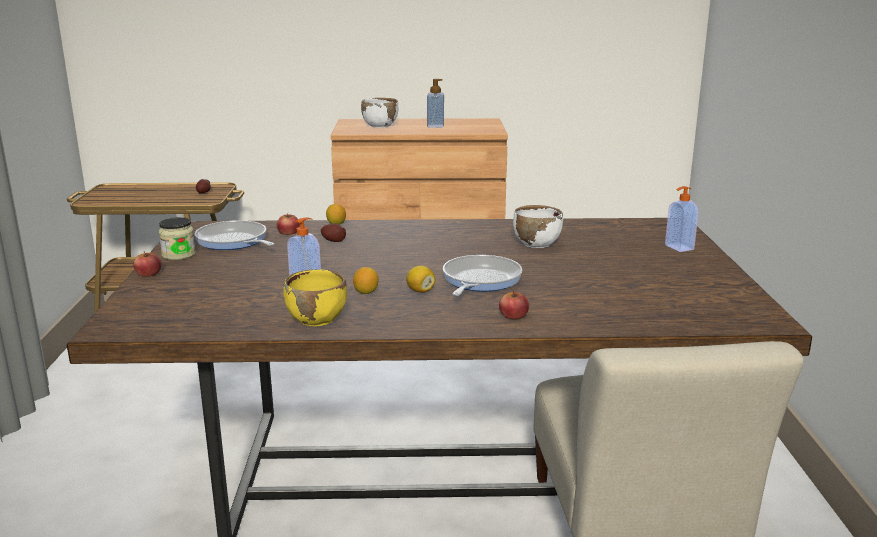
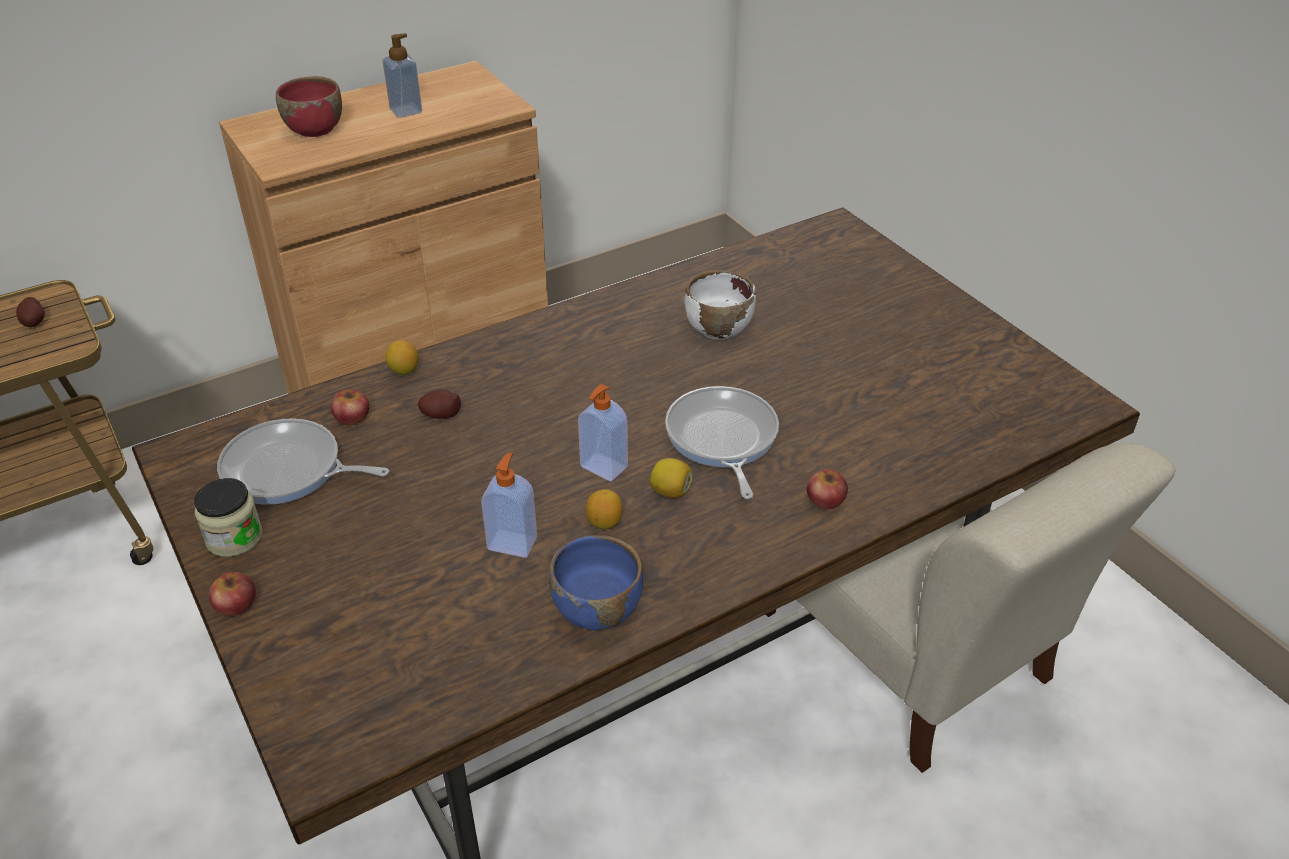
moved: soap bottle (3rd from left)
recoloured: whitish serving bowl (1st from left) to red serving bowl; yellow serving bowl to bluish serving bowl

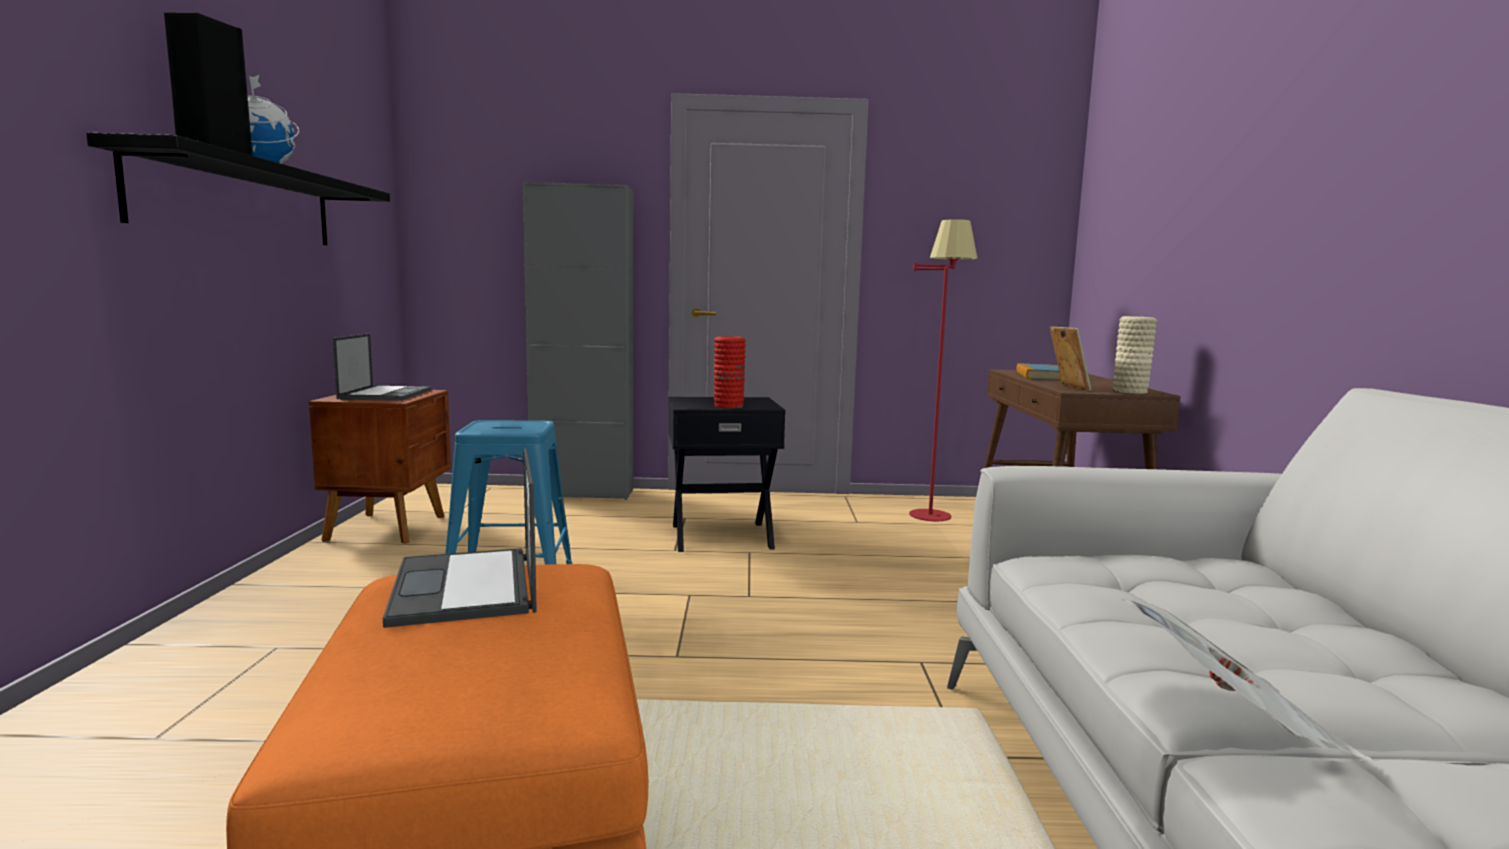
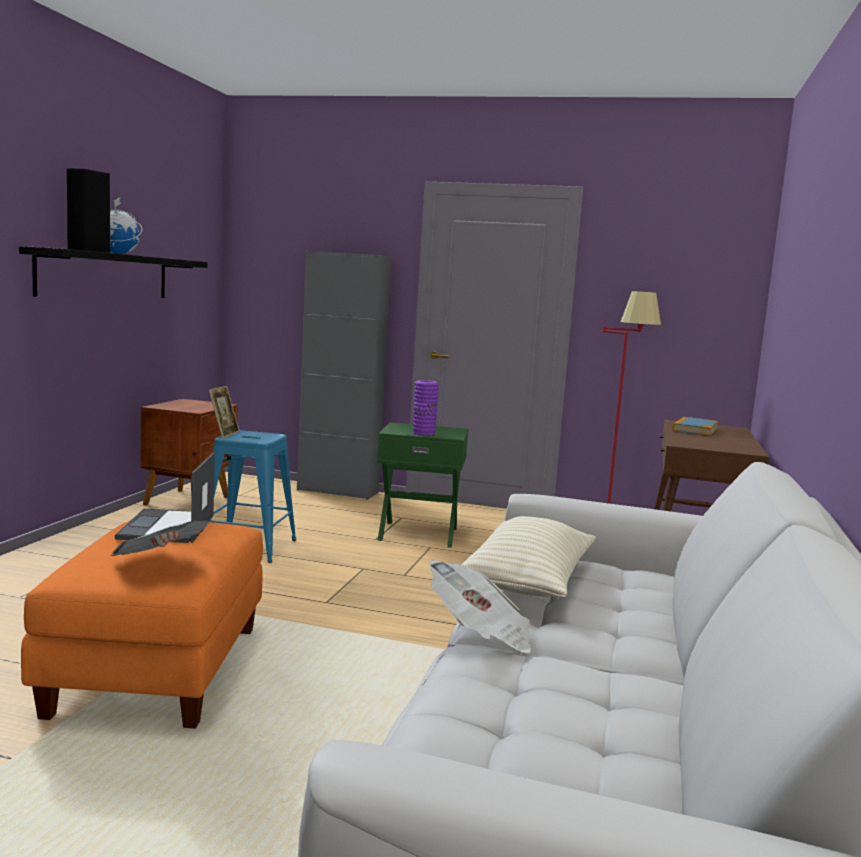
removed: beige-coloured decorative vase; notebook computer (1st from left)
added: beige-coloured pillow; printed paper (1st from left)
moved: photo frame
recoloured: red decorative vase to purple-coloured decorative vase; black accent table to green accent table

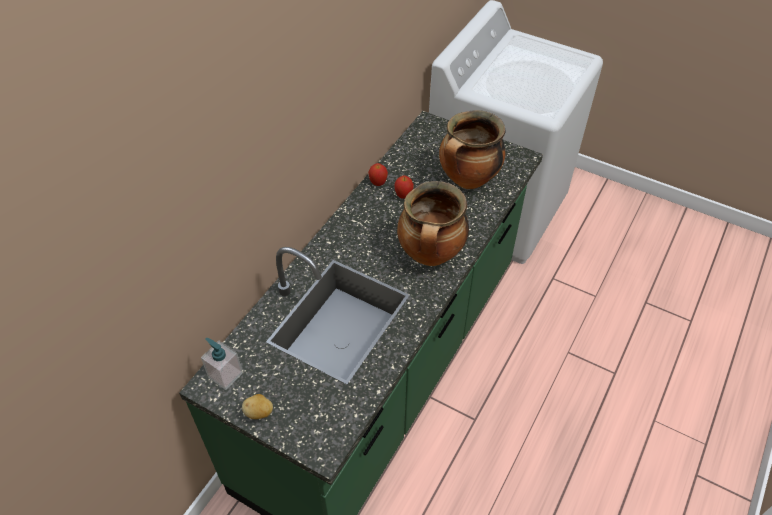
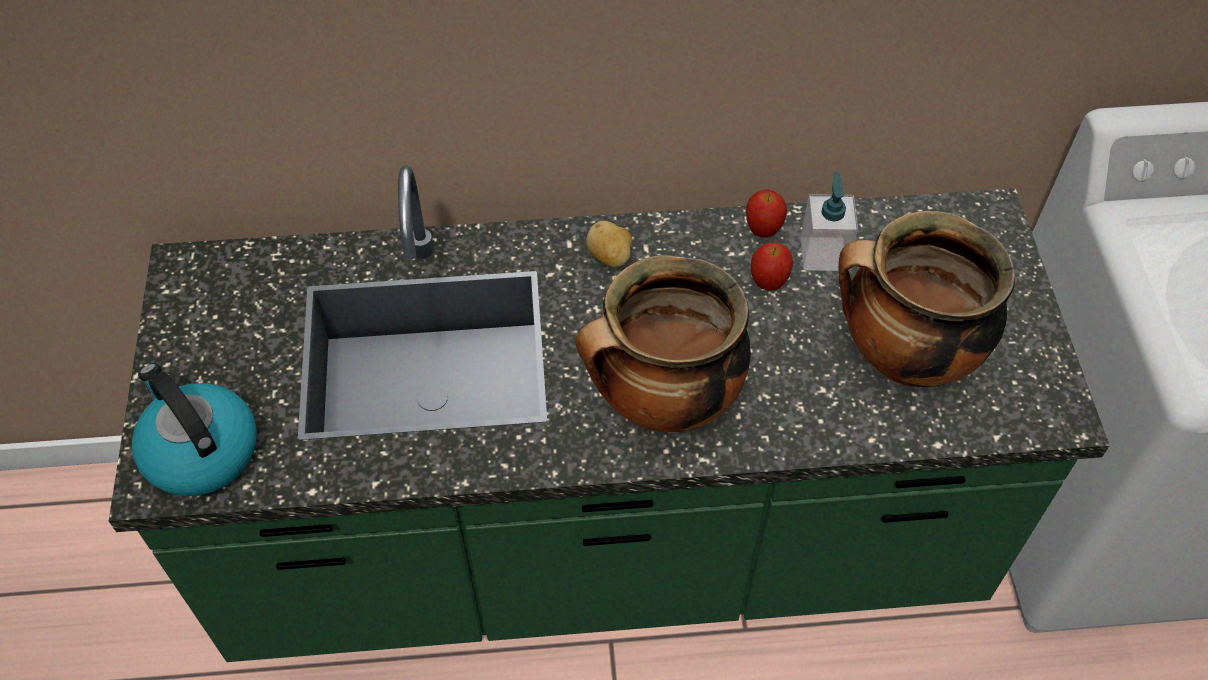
added: tea kettle
moved: soap bottle; spud

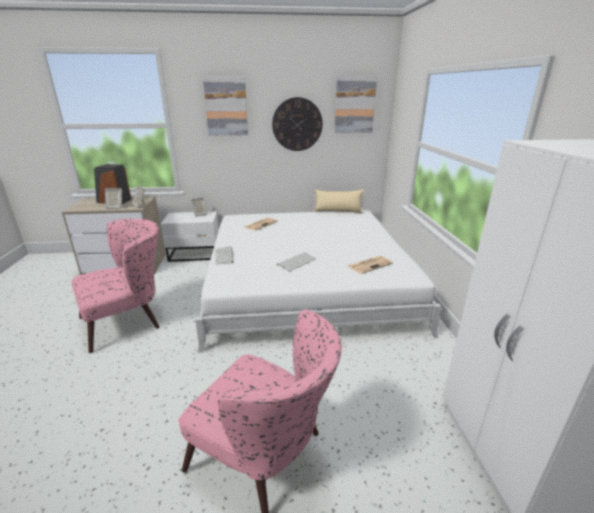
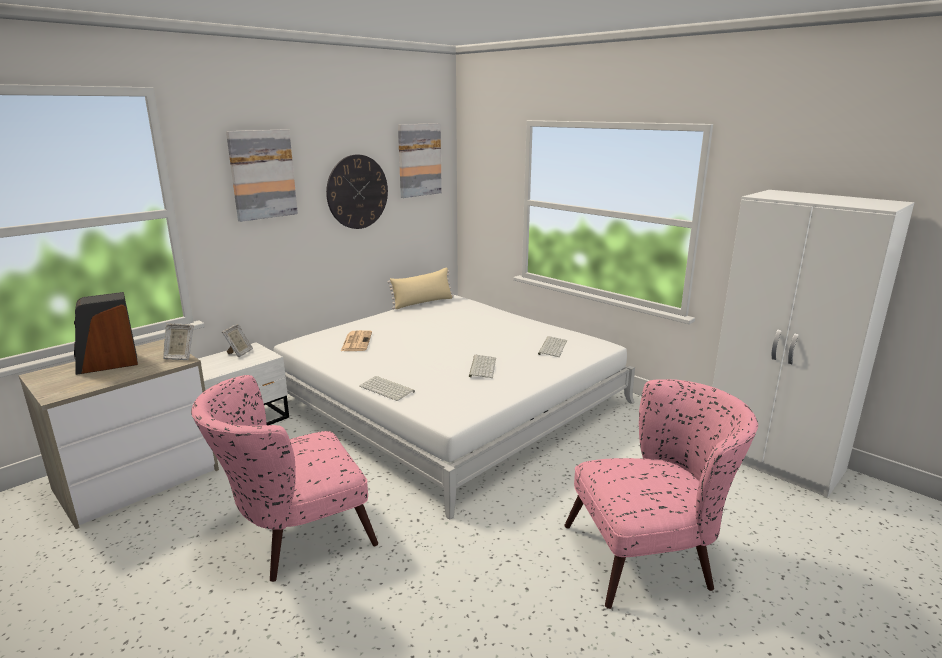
removed: photo frame (1st from left)
replaced: printed paper (2nd from left) to PC keyboard (3rd from left)
turned: pink-coloured easy chair (1st from left) 135 degrees counterclockwise

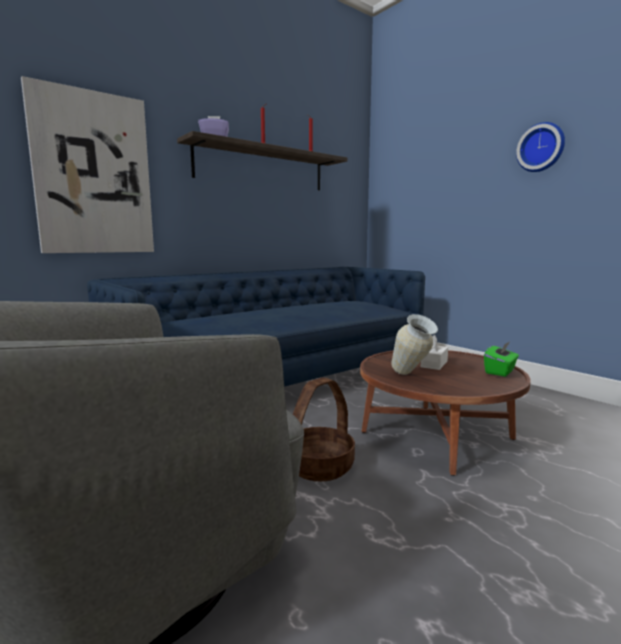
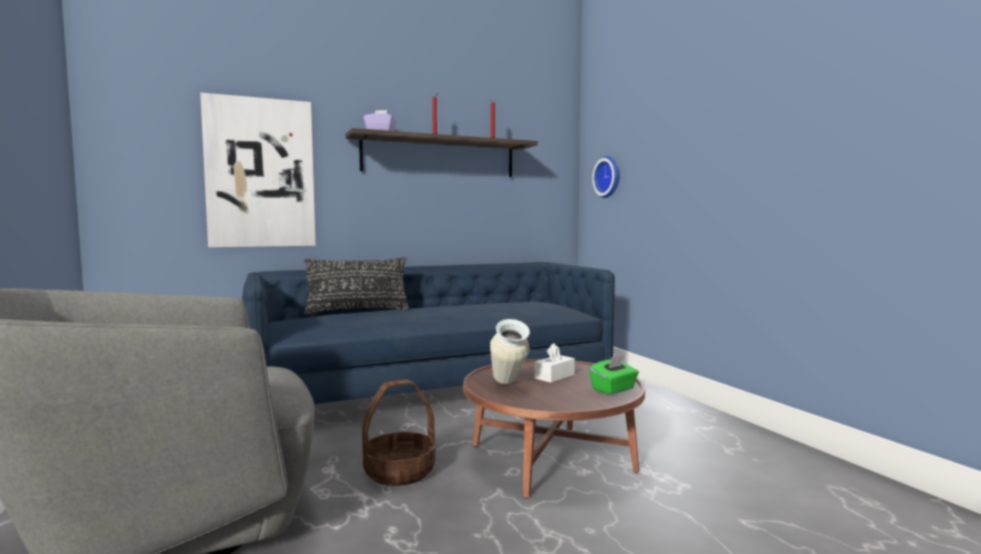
added: black pillow
moved: clock on the wall

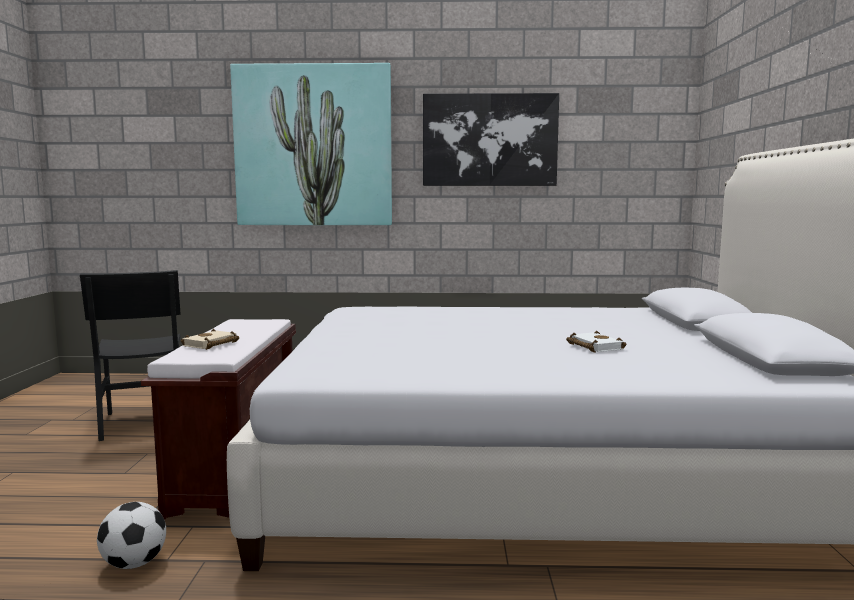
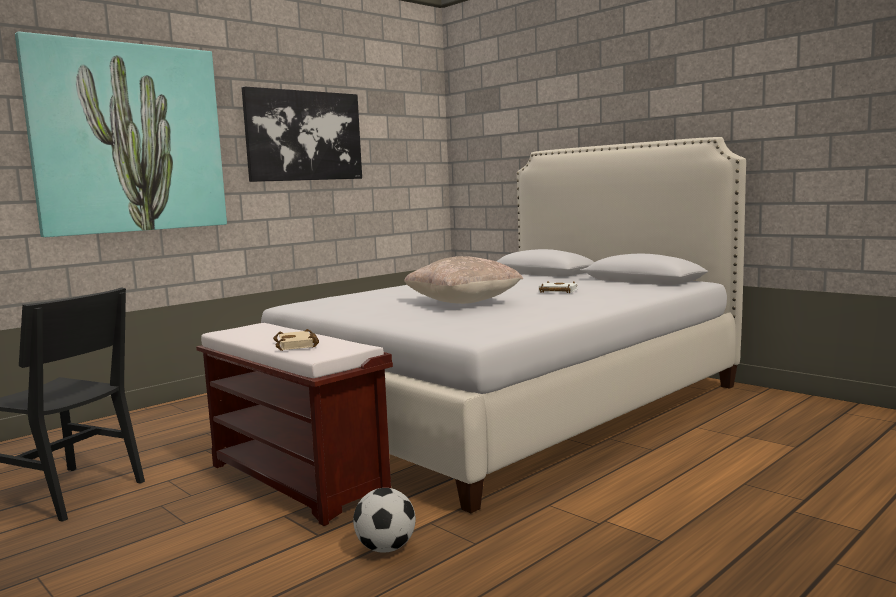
added: beige-coloured pillow

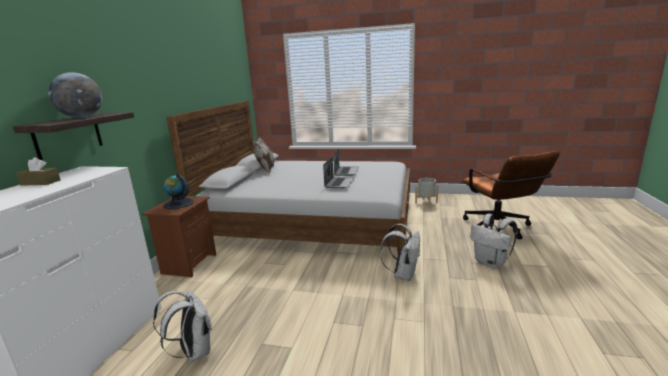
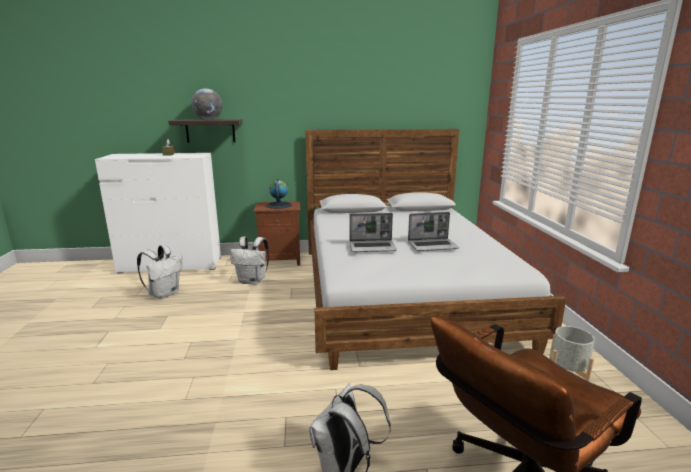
removed: pillow
moved: whitish knapsack (2nd from left)

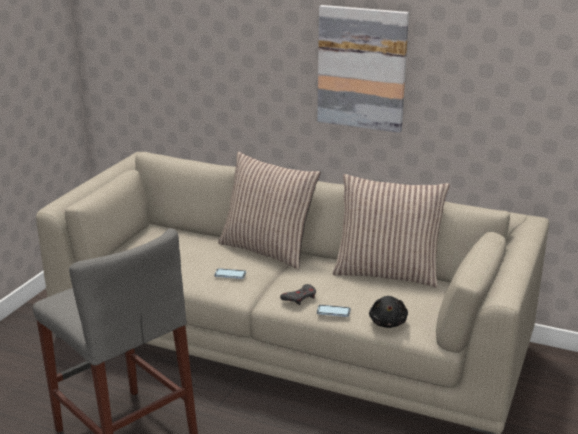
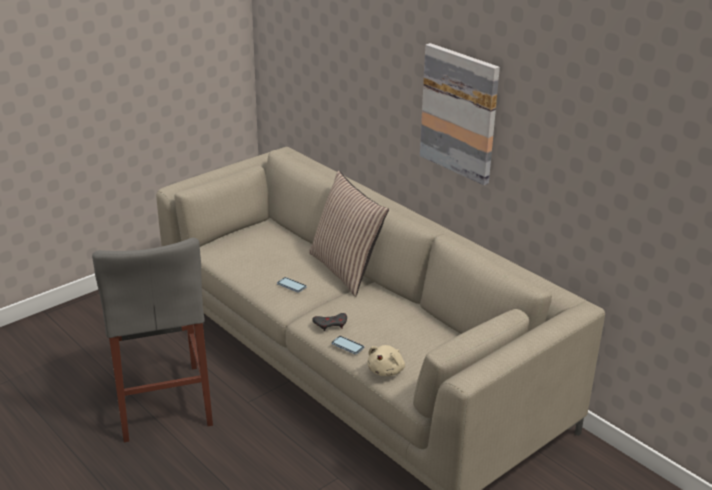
removed: pillow (2nd from left)
recoloured: black soft toy to beige-coloured soft toy

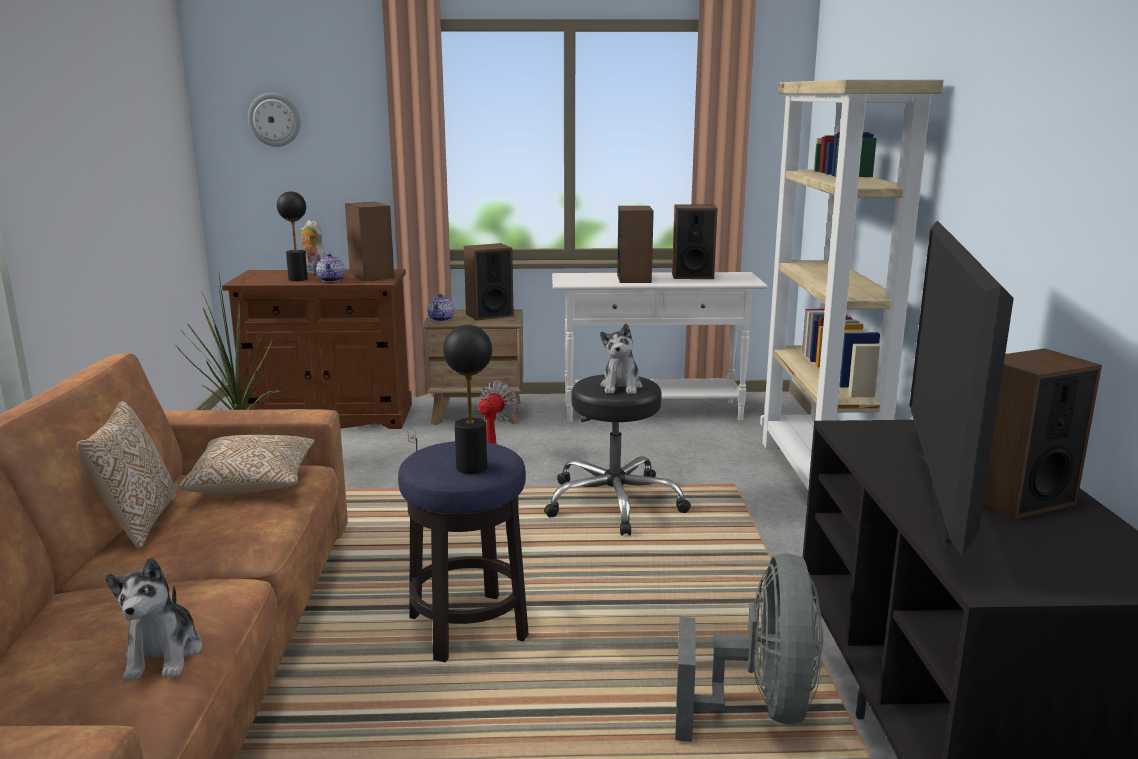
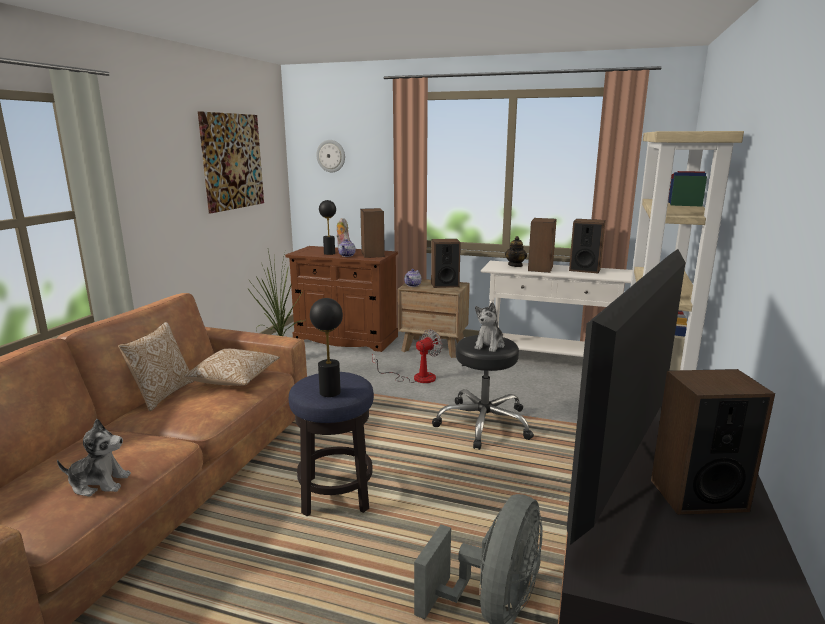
added: picture; tea pot (3rd from left)
turned: soft toy (1st from left) 105 degrees counterclockwise

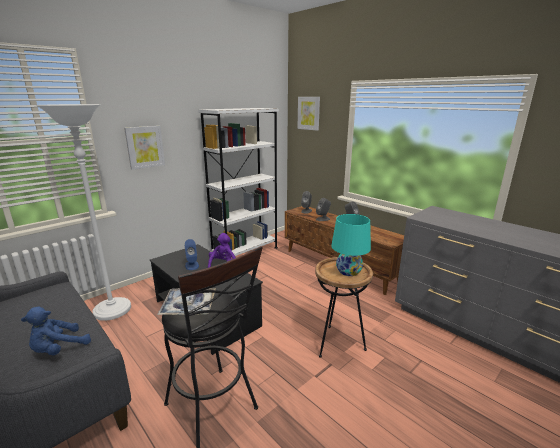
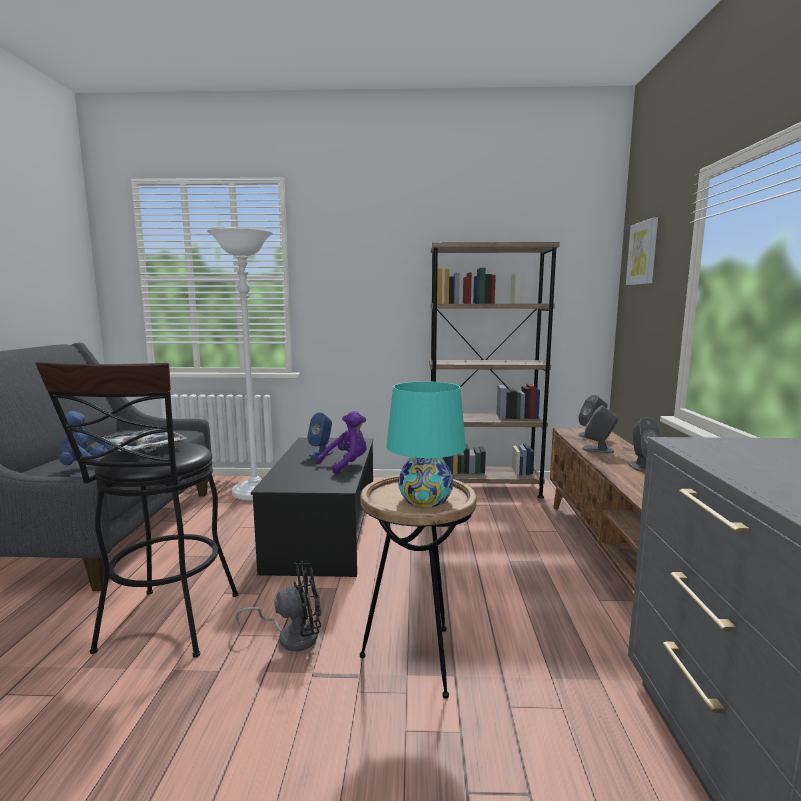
removed: picture (1st from left)
added: black fan
recoloured: whitish bookcase to brownish bookcase

